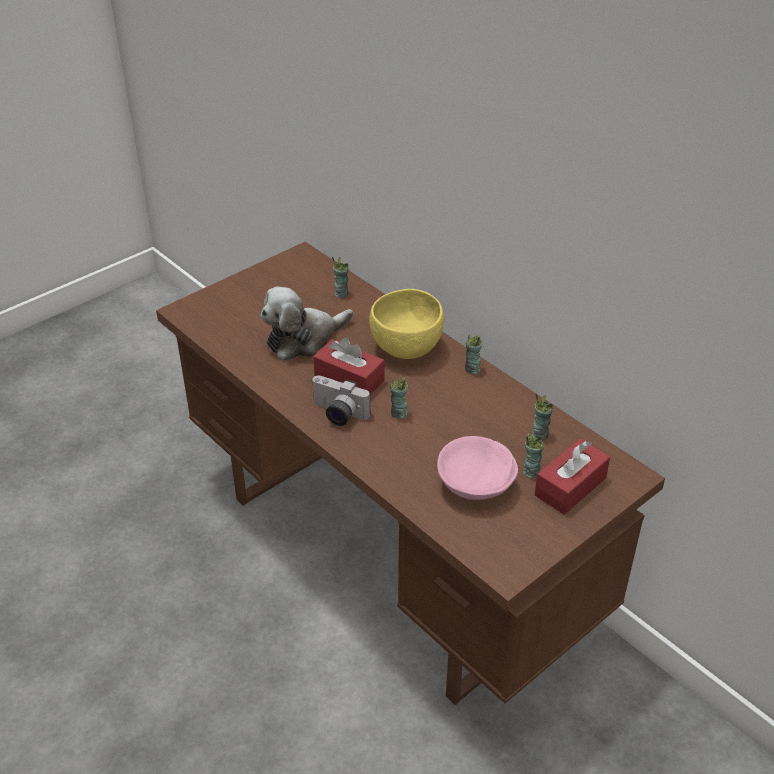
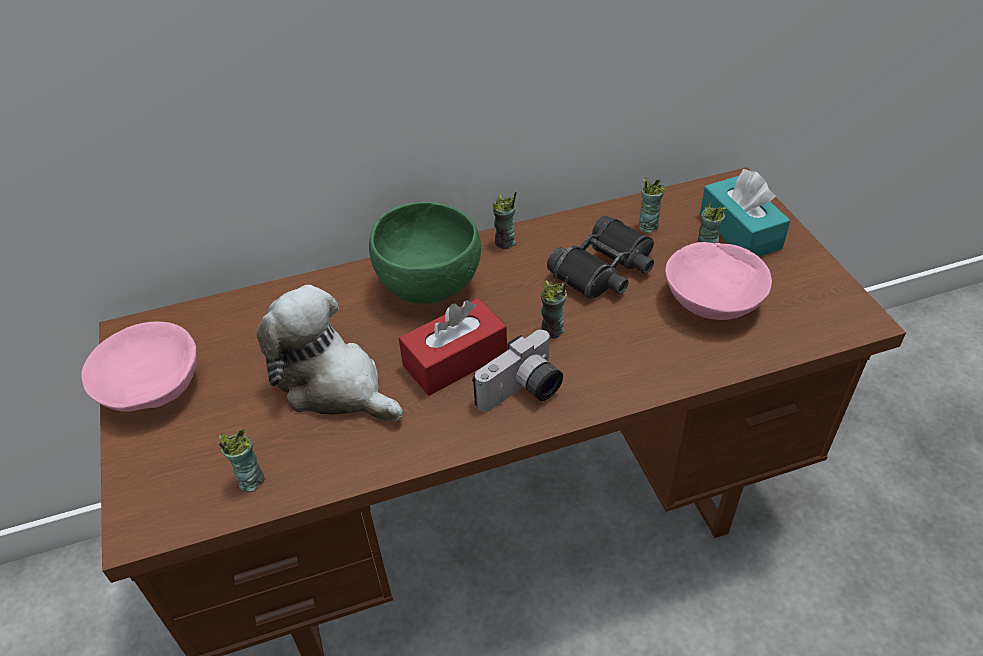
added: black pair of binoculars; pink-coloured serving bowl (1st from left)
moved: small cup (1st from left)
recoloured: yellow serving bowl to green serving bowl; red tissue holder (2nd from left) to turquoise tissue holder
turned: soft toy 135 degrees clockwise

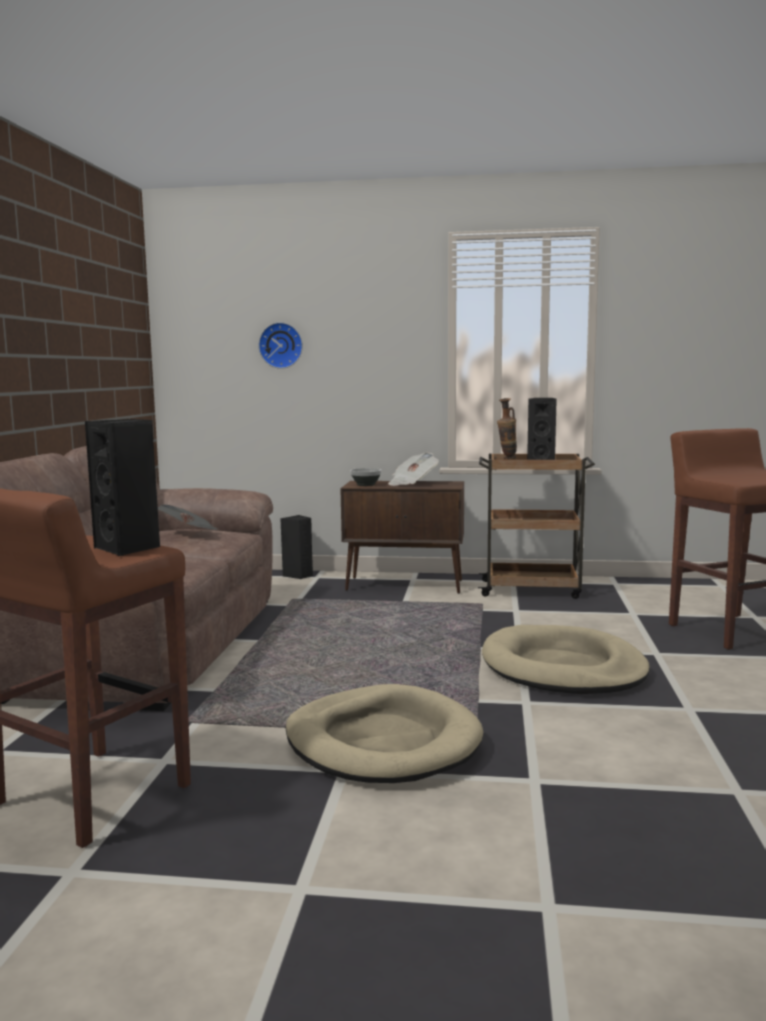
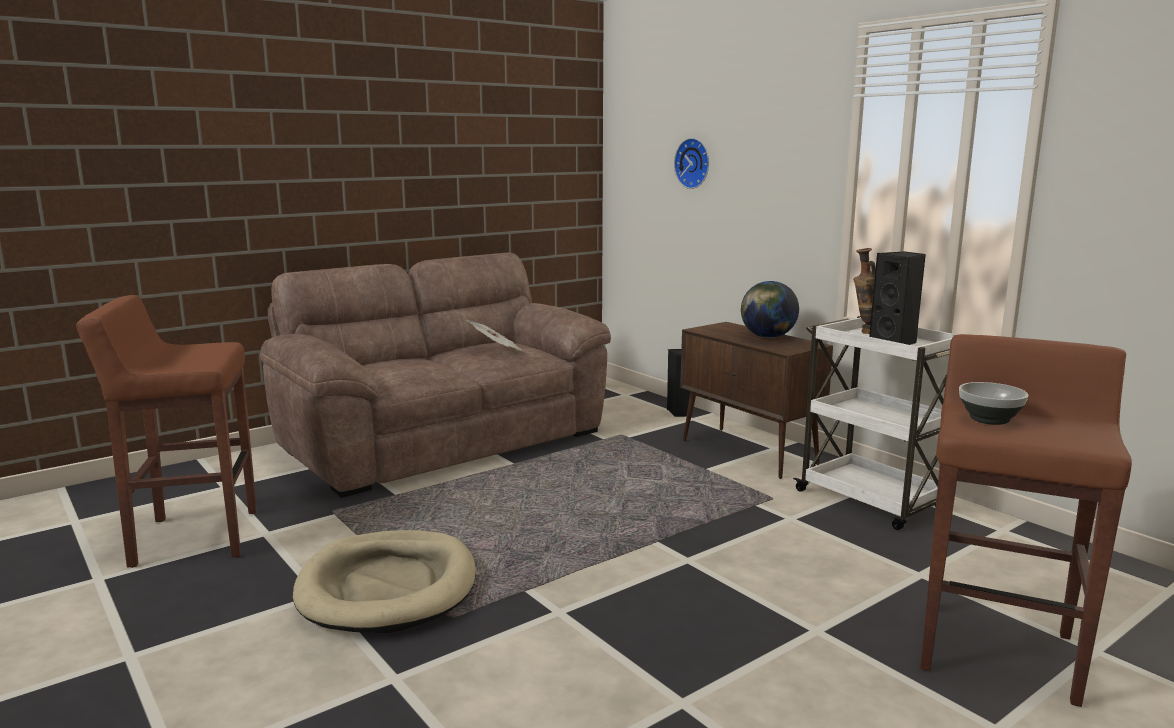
removed: black loudspeaker (1st from left); beige-coloured pet bed (2nd from left)
moved: serving bowl
replaced: printed paper (2nd from left) to globe
recoloured: brownish trolley to whitish trolley

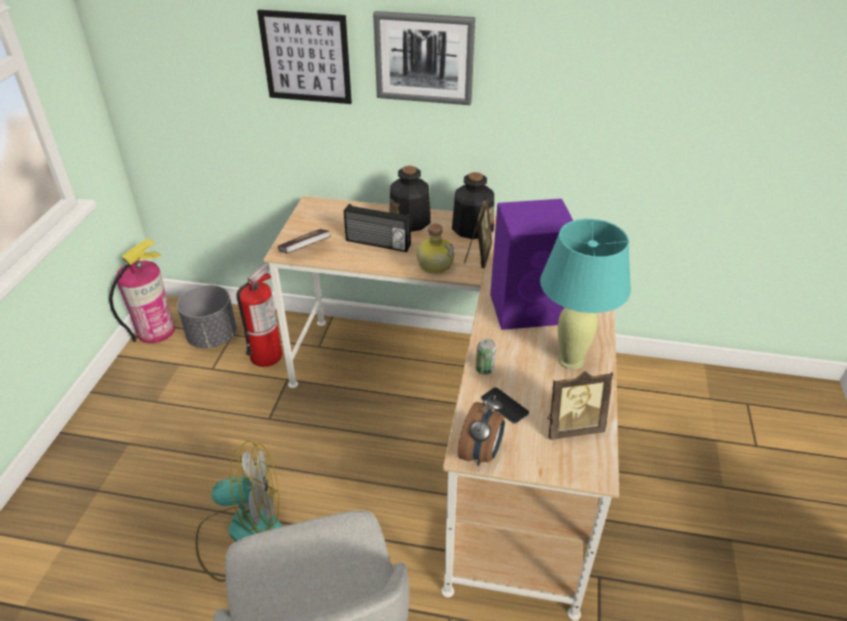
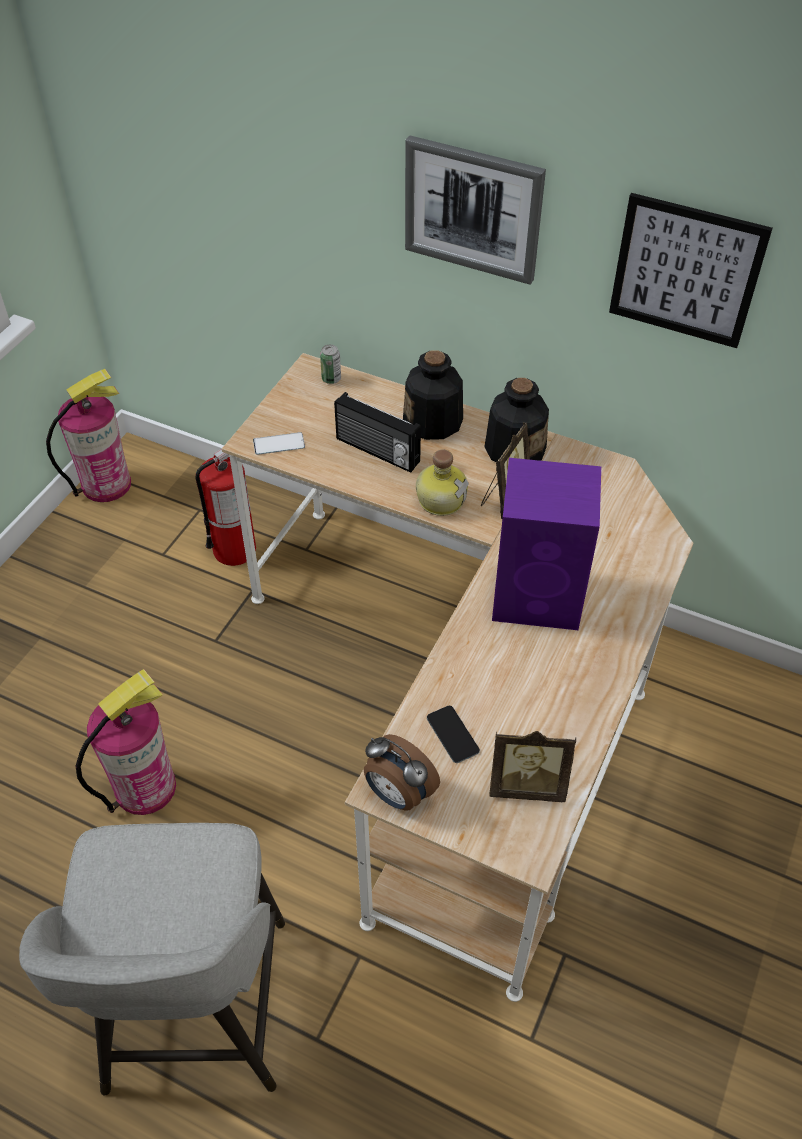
removed: turquoise lamp for a table; greyish planter
moved: picture (1st from left in the first image) to picture (2nd from left); sealed can
replaced: book to telephone (1st from left); fan to extinguisher (2nd from left)
turned: alarm clock 90 degrees clockwise

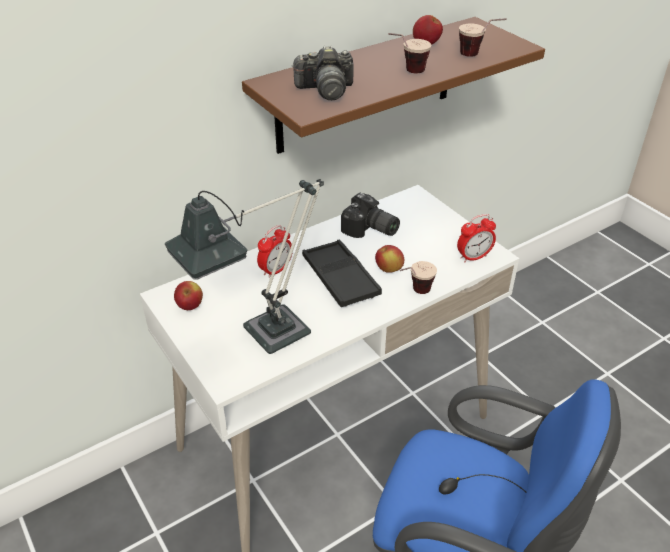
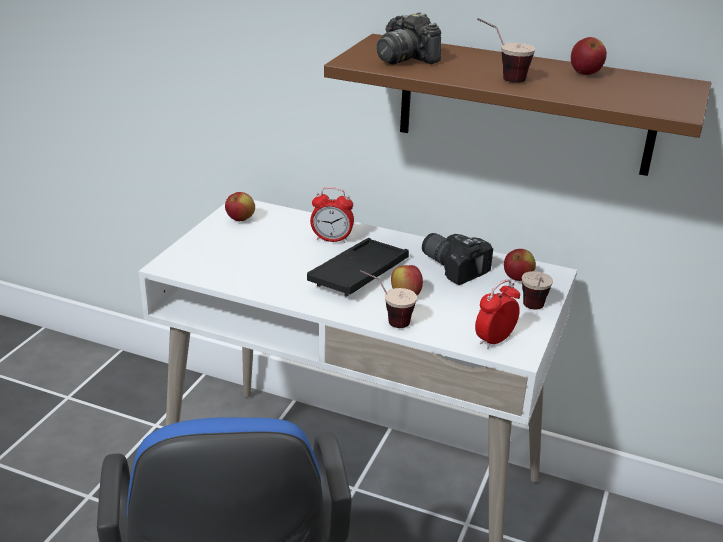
removed: lamp for a table
added: apple (3rd from left)
moved: small cup (3rd from left)
turned: photo camera (2nd from left) 135 degrees clockwise; alarm clock (2nd from left) 105 degrees clockwise

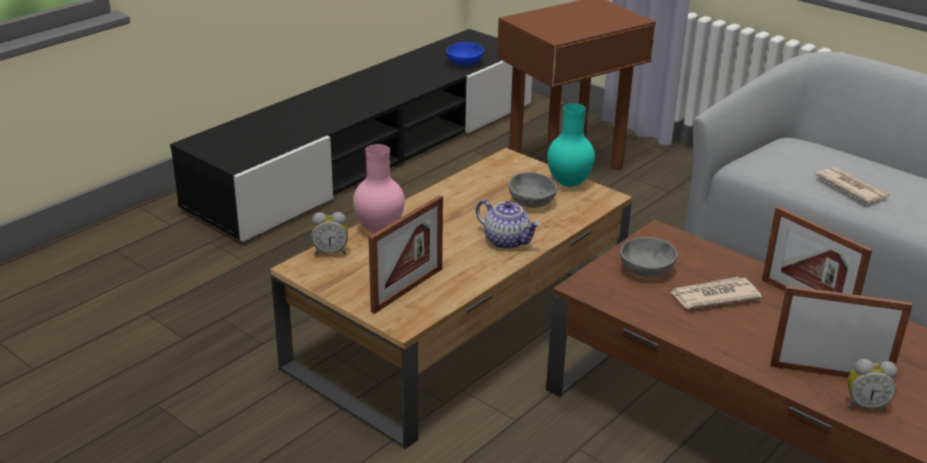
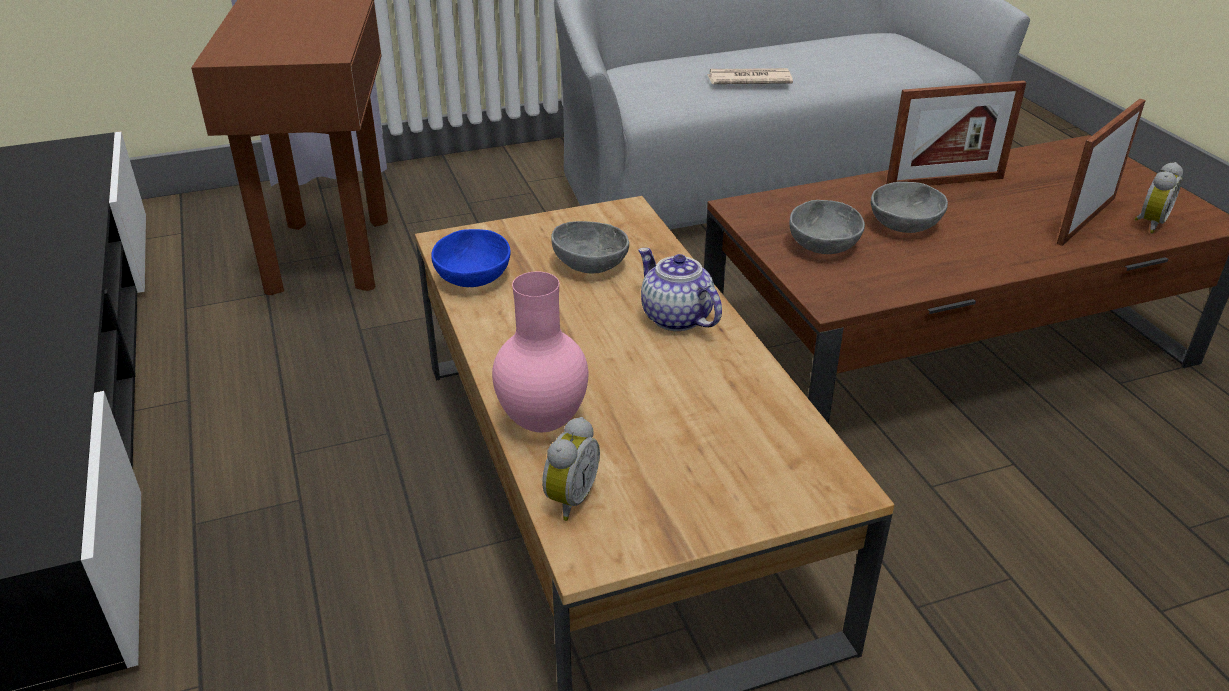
removed: turquoise decorative vase; photo frame (1st from left)
moved: bluish serving bowl
replaced: printed paper (1st from left) to greyish serving bowl (3rd from left)
turned: tea pot 105 degrees counterclockwise

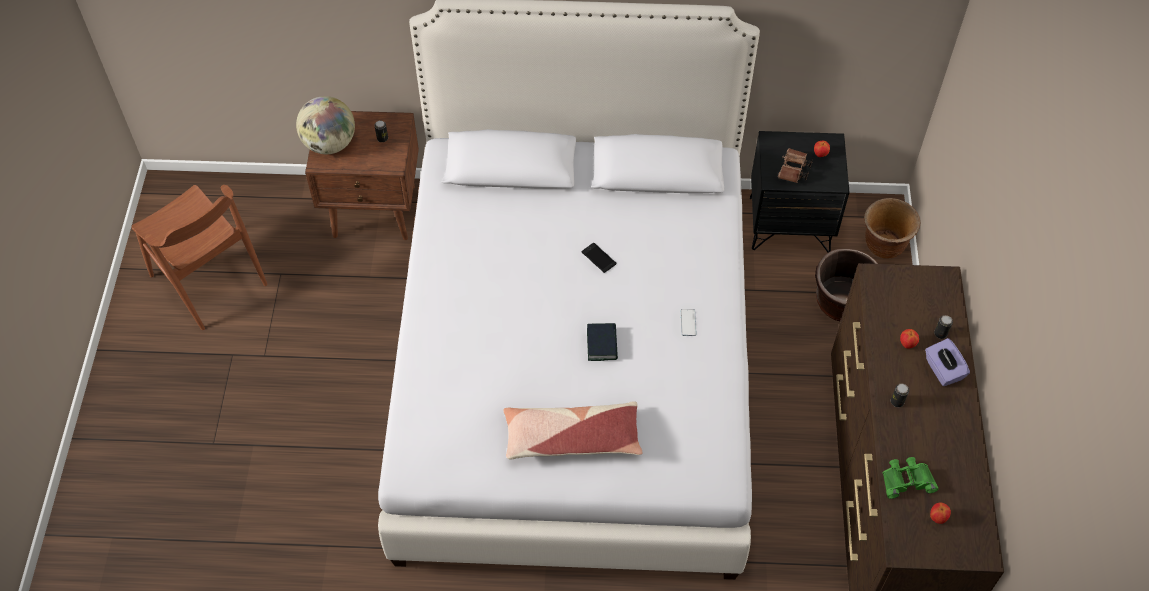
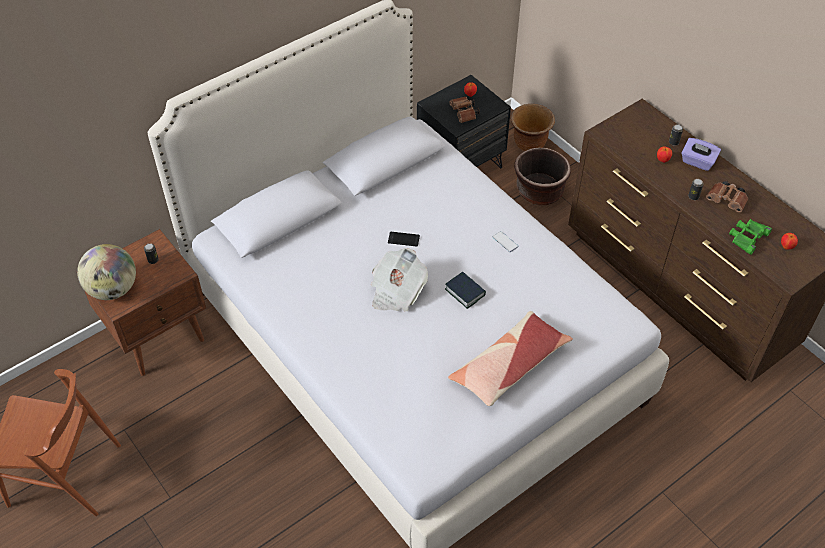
added: brownish pair of binoculars (2nd from left); printed paper

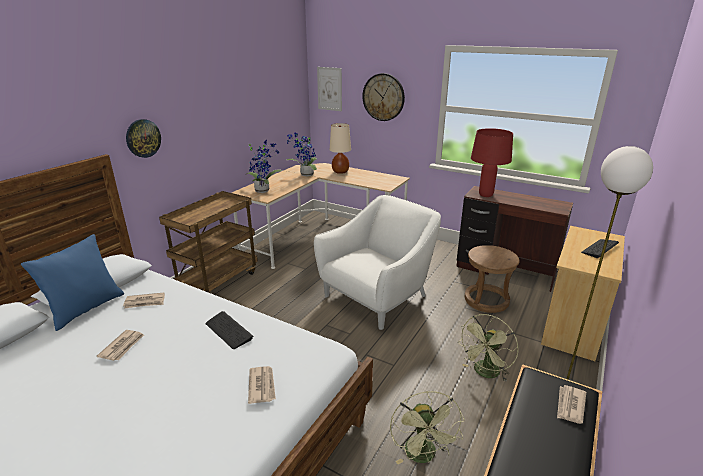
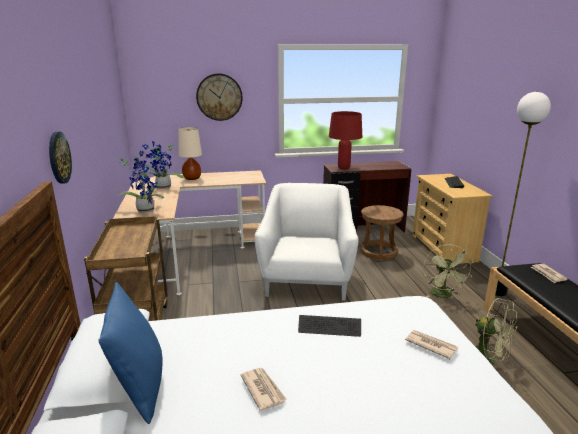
removed: picture; printed paper (2nd from left)

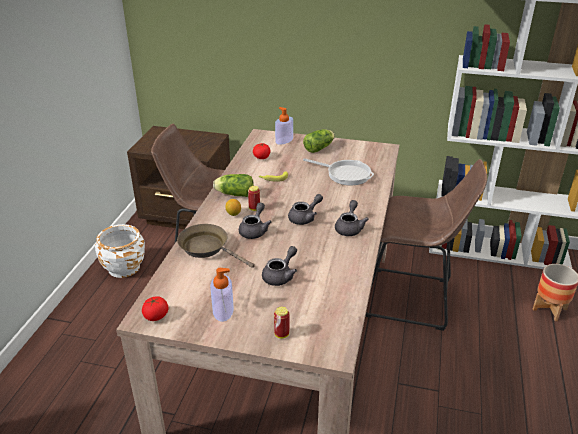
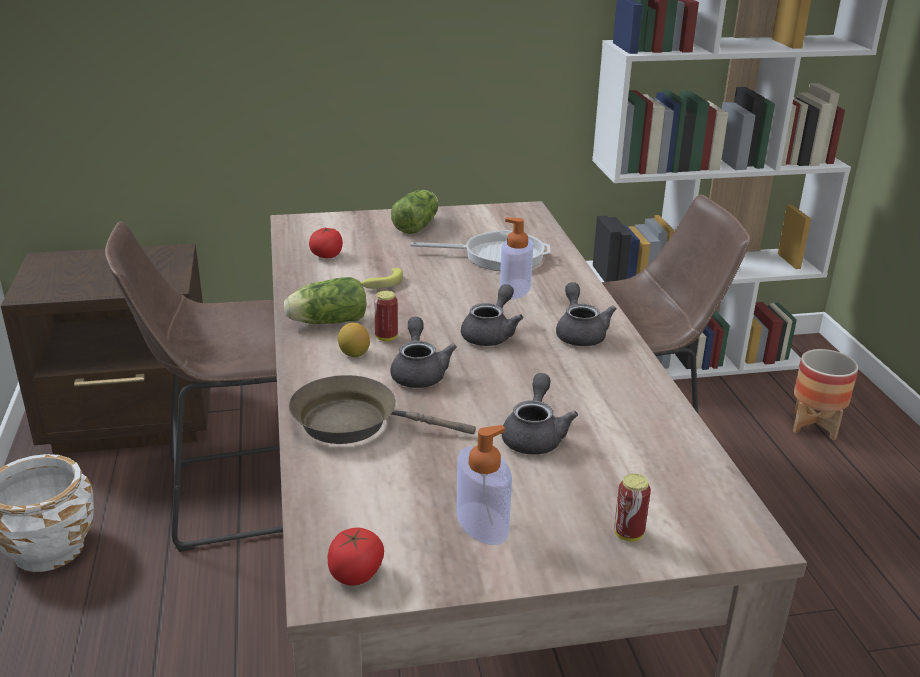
moved: soap bottle (2nd from left)

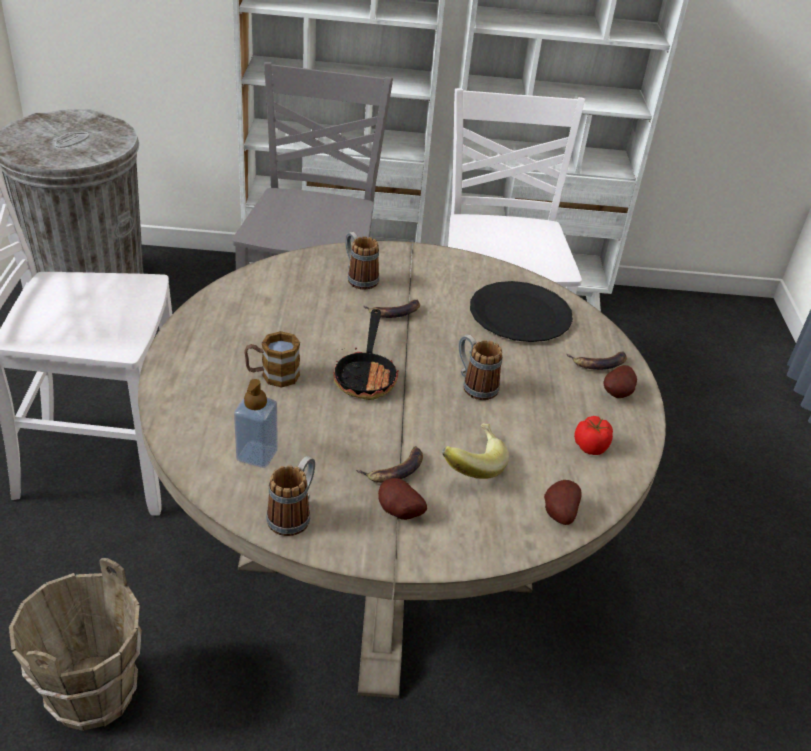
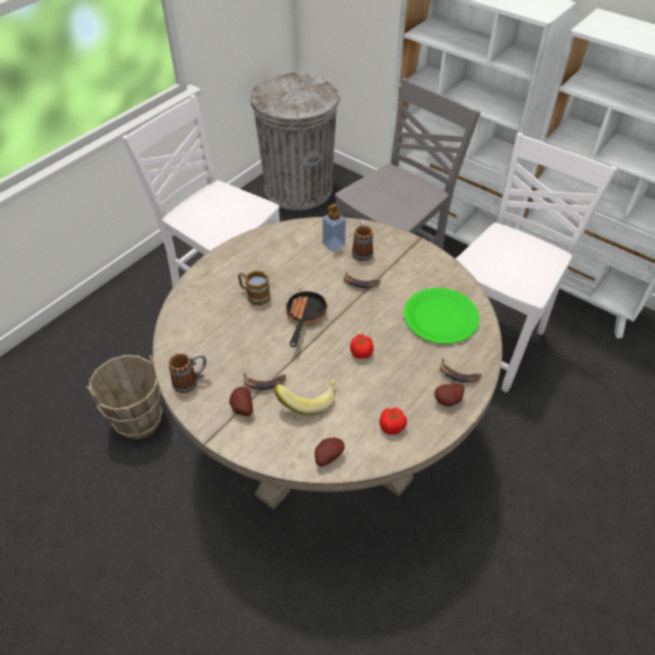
moved: soap bottle
replaced: tea mug (4th from left) to whole tomato (1st from left)
recoloured: black plate to green plate
turned: pan 150 degrees clockwise

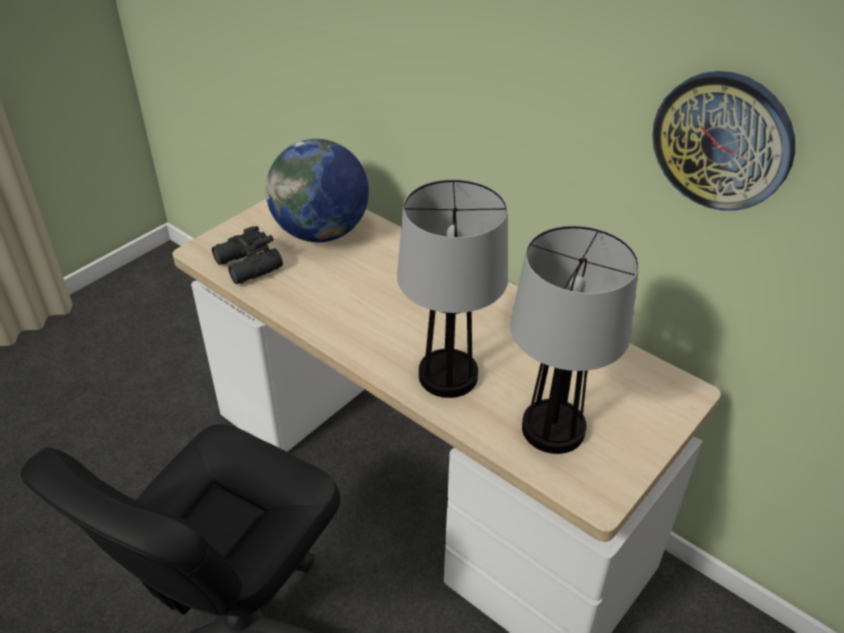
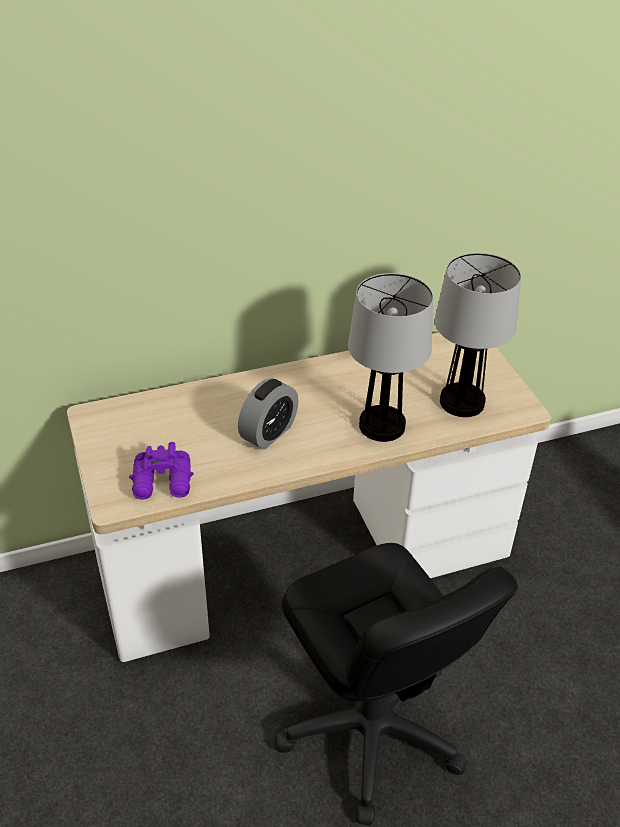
removed: clock on the wall; globe
added: alarm clock
recoloured: black pair of binoculars to purple-coloured pair of binoculars

